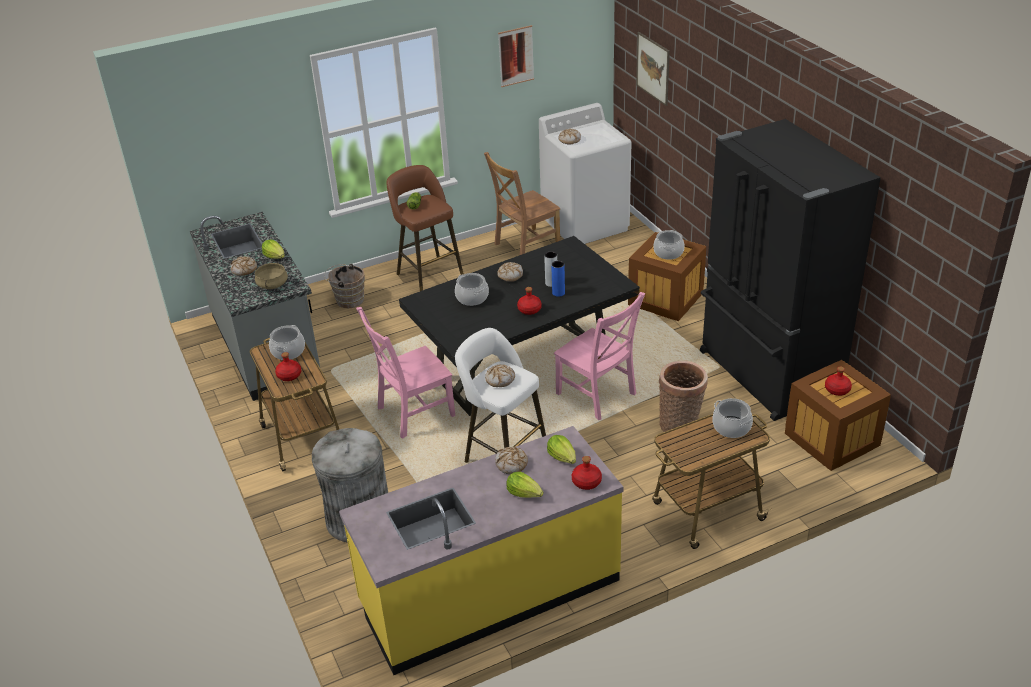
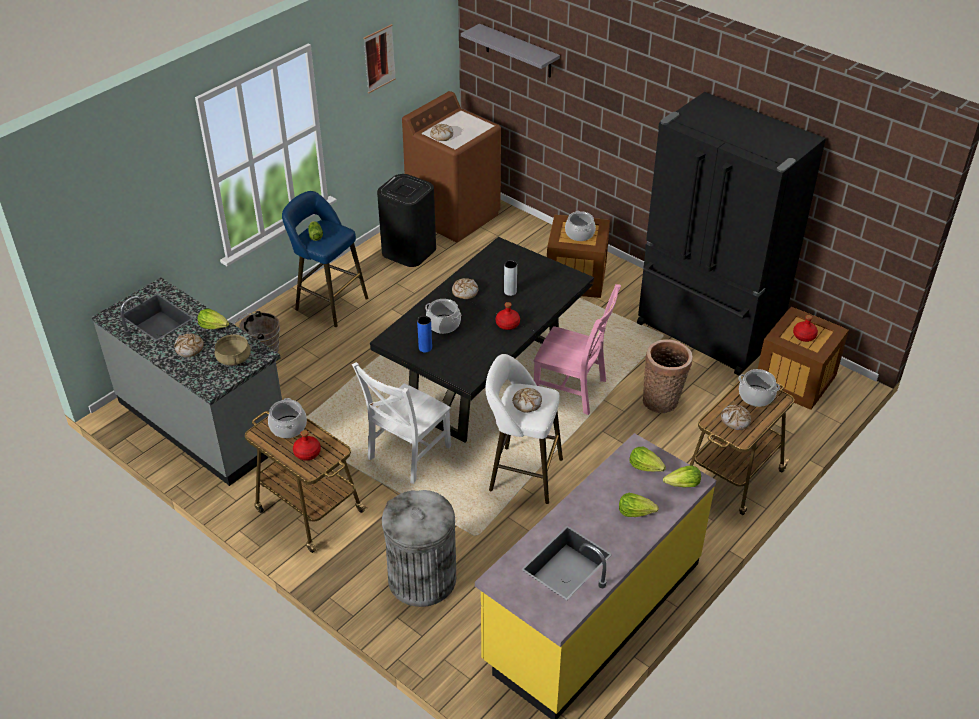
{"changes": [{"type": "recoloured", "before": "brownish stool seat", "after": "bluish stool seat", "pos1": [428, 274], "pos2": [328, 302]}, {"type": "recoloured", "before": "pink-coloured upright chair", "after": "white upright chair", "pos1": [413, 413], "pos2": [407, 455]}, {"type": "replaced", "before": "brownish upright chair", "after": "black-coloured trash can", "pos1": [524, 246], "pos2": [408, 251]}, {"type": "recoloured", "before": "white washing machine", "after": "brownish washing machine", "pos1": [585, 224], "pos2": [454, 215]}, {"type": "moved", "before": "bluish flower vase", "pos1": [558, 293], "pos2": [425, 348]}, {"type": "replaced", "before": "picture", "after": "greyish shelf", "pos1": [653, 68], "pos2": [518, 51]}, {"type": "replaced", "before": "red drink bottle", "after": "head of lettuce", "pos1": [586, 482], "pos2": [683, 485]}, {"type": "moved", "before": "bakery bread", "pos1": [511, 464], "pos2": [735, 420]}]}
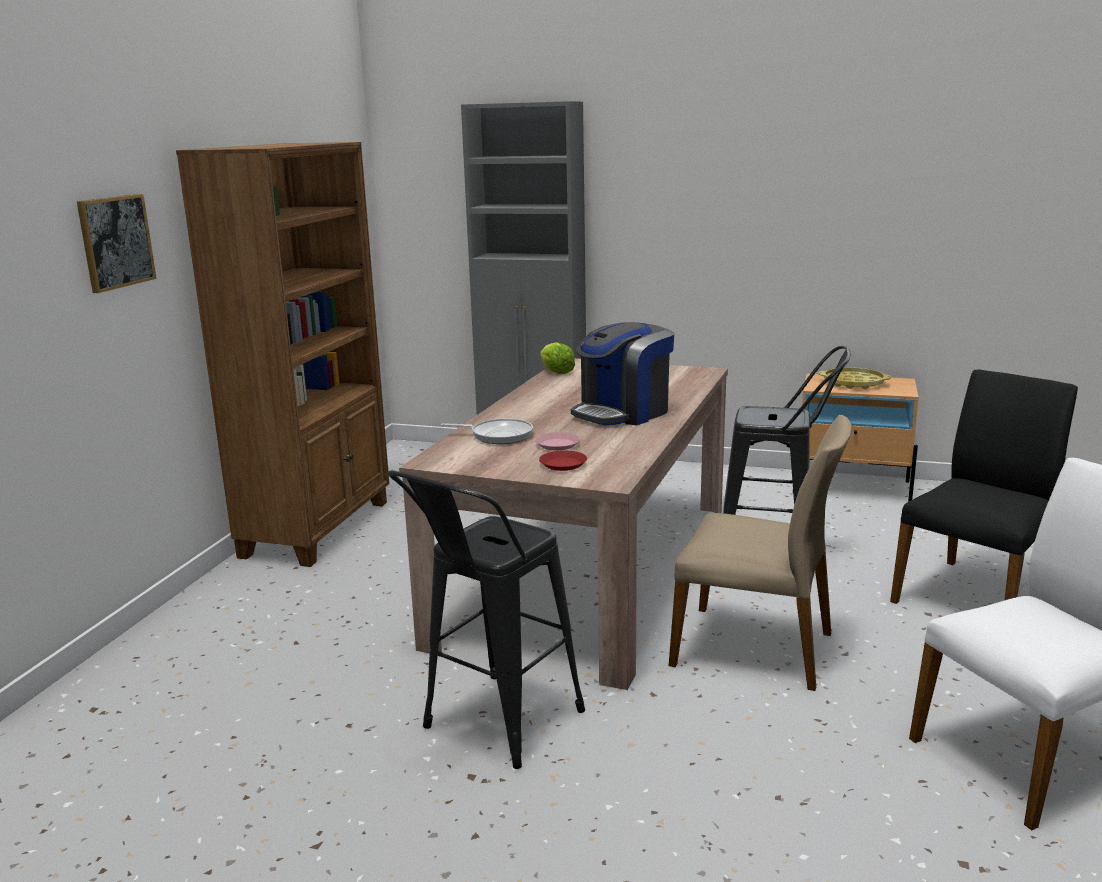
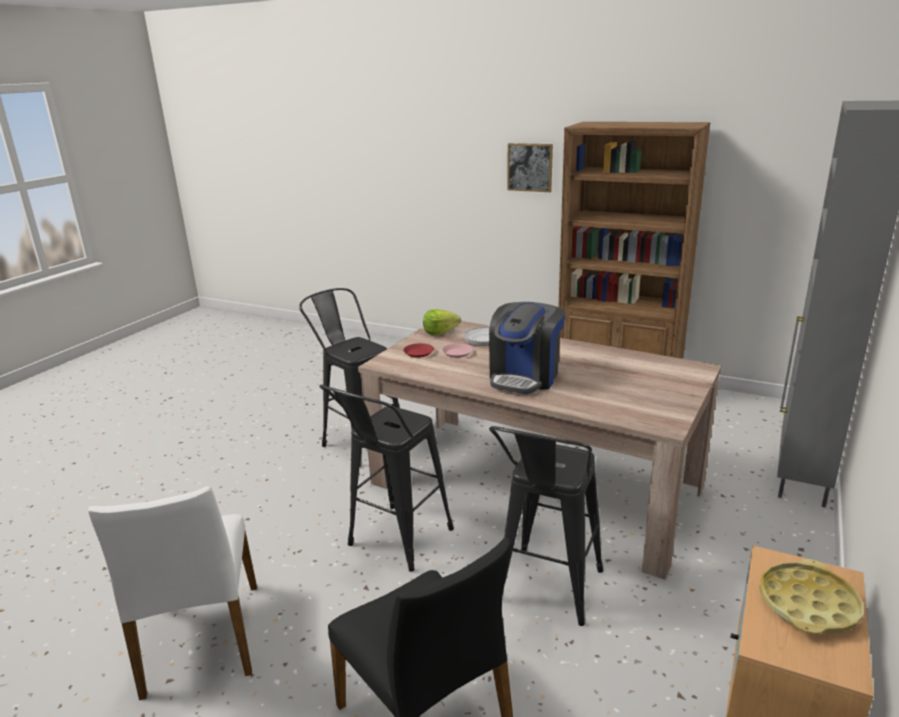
{"changes": [{"type": "replaced", "before": "sand-coloured upright chair", "after": "black-coloured stool seat", "pos1": [755, 648], "pos2": [394, 543]}, {"type": "moved", "before": "head of lettuce", "pos1": [556, 372], "pos2": [440, 332]}, {"type": "turned", "before": "coffee brewer", "pos1": [623, 412], "pos2": [525, 377], "turn": -120}]}
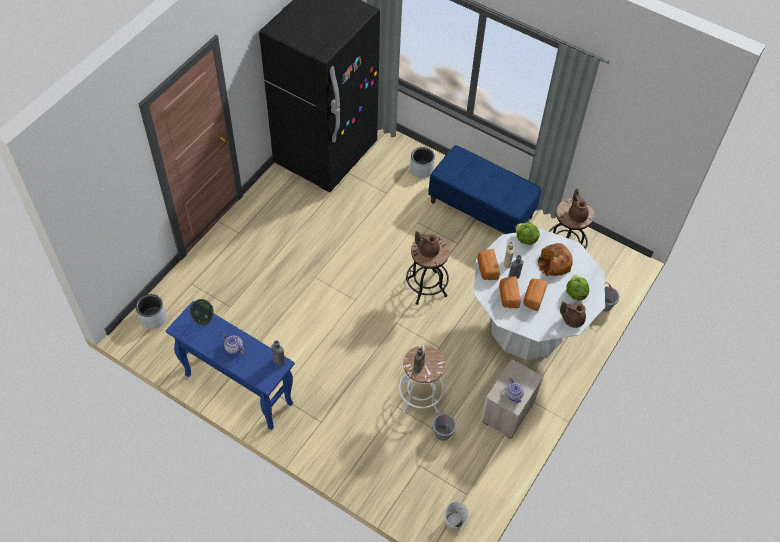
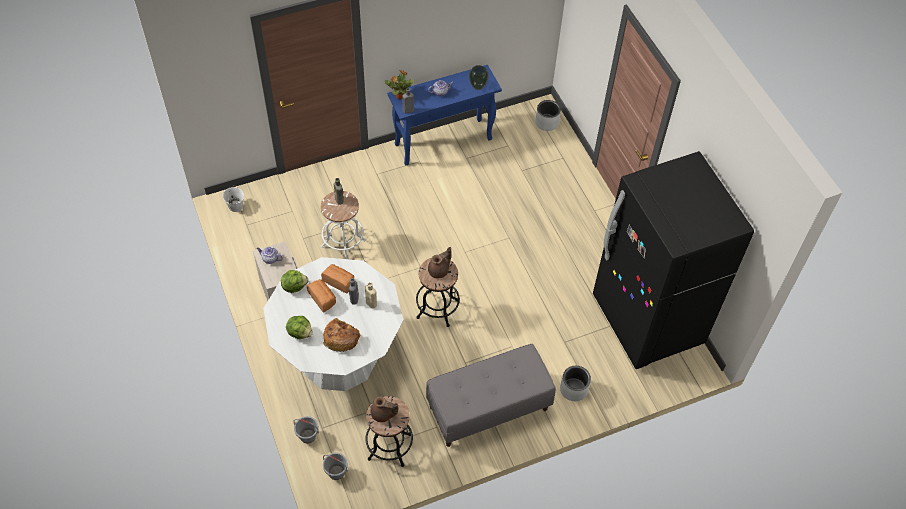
{"changes": [{"type": "moved", "before": "head of lettuce", "pos1": [525, 239], "pos2": [294, 286]}, {"type": "moved", "before": "greyish bucket", "pos1": [443, 433], "pos2": [336, 472]}, {"type": "added", "after": "houseplant", "pos2": [399, 96]}, {"type": "recoloured", "before": "bluish long seat", "after": "greyish long seat", "pos1": [481, 209], "pos2": [488, 409]}, {"type": "removed", "before": "bakery bread", "pos1": [487, 269]}, {"type": "removed", "before": "brownish tea pot", "pos1": [572, 319]}]}
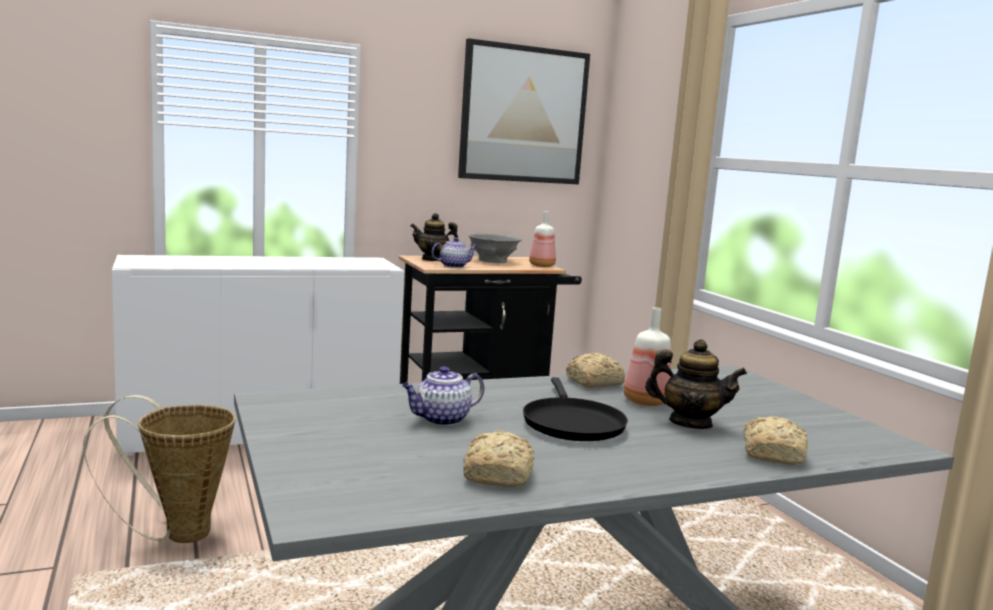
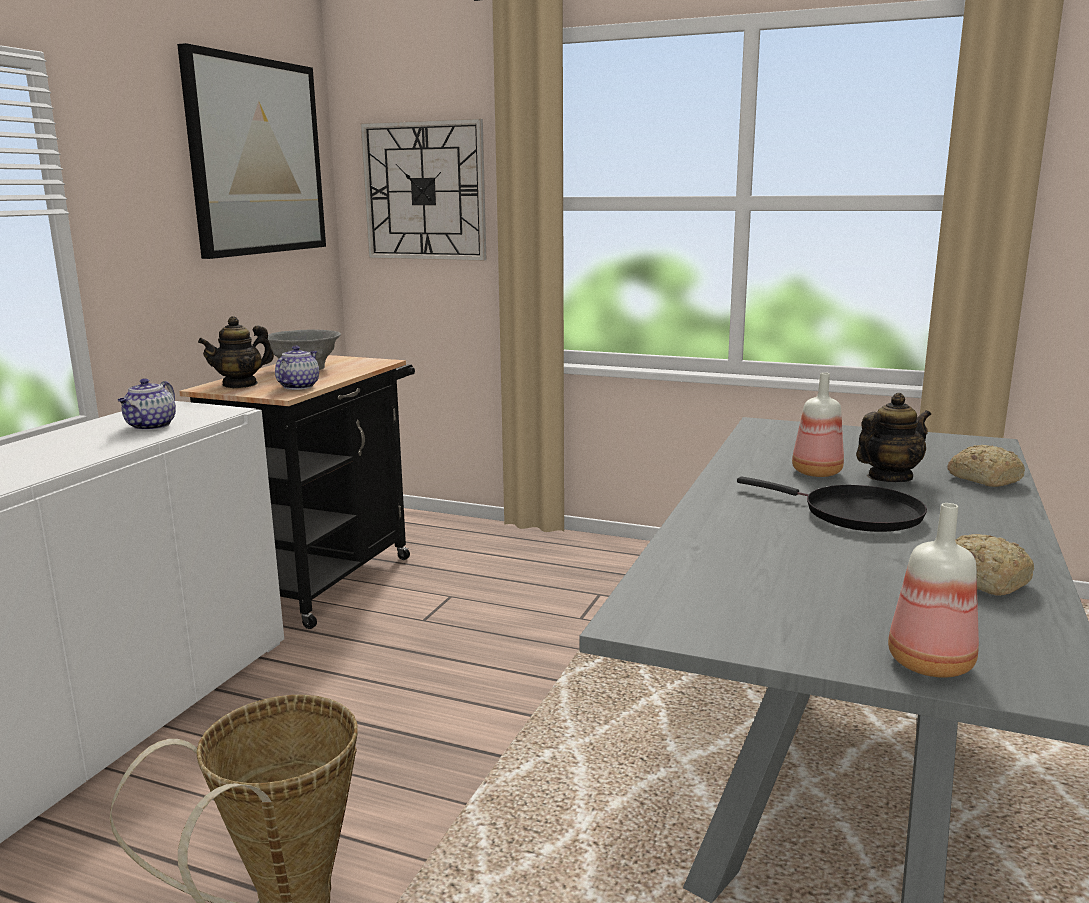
{"changes": [{"type": "moved", "before": "tea pot", "pos1": [441, 419], "pos2": [151, 426]}, {"type": "added", "after": "wall clock", "pos2": [424, 191]}, {"type": "moved", "before": "drink bottle", "pos1": [542, 266], "pos2": [928, 662]}, {"type": "removed", "before": "bakery bread", "pos1": [592, 382]}]}
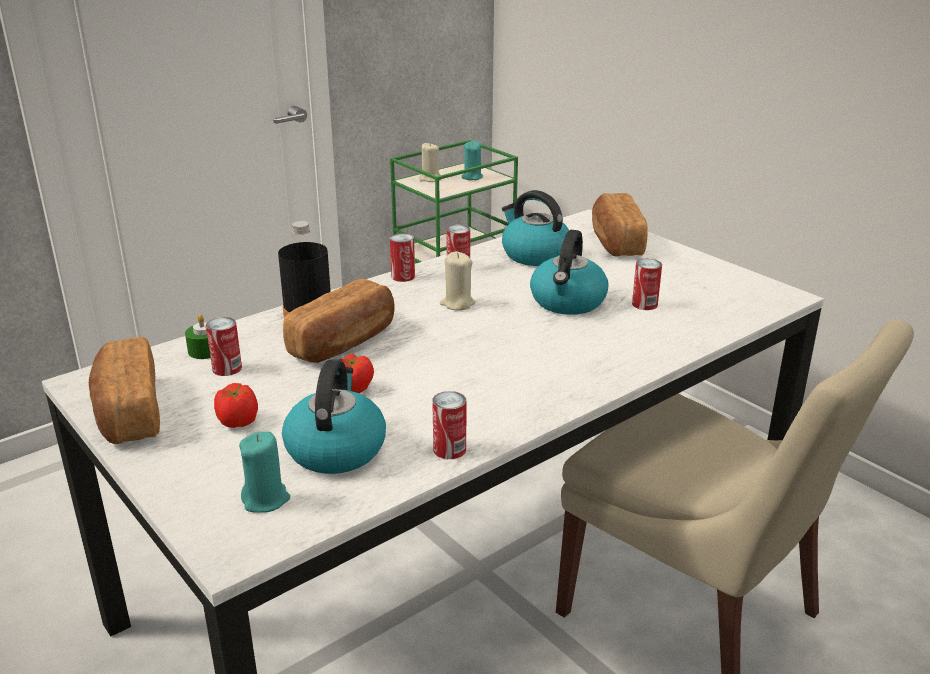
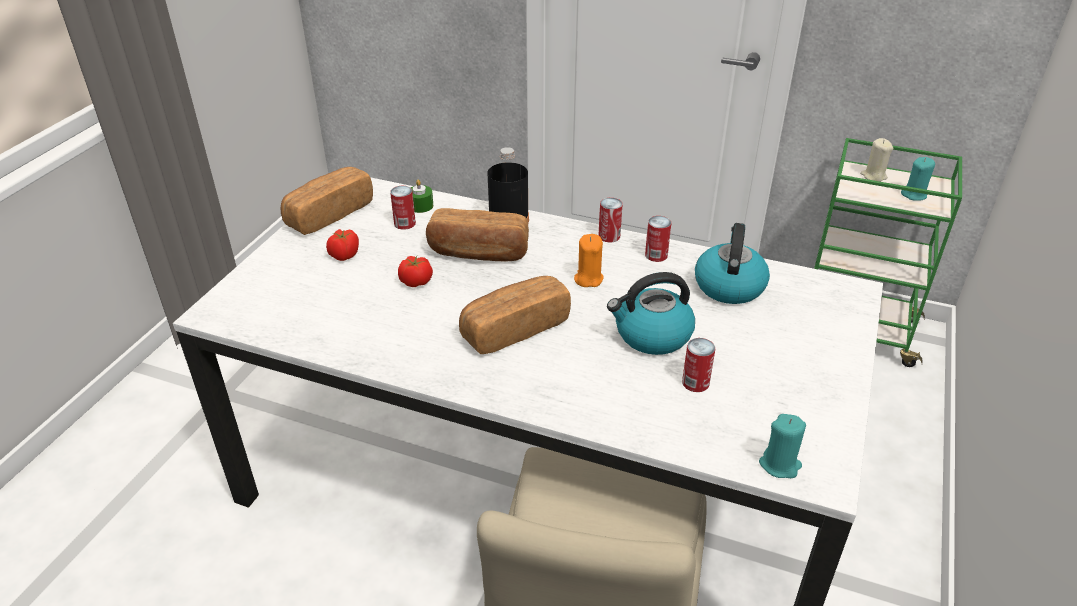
{"changes": [{"type": "moved", "before": "bakery bread", "pos1": [615, 242], "pos2": [514, 329]}, {"type": "recoloured", "before": "sand-coloured wax light", "after": "orange-coloured wax light", "pos1": [457, 304], "pos2": [588, 279]}, {"type": "moved", "before": "blue-green wax light", "pos1": [266, 499], "pos2": [780, 465]}, {"type": "removed", "before": "kettle", "pos1": [335, 448]}, {"type": "removed", "before": "metal can", "pos1": [449, 449]}]}
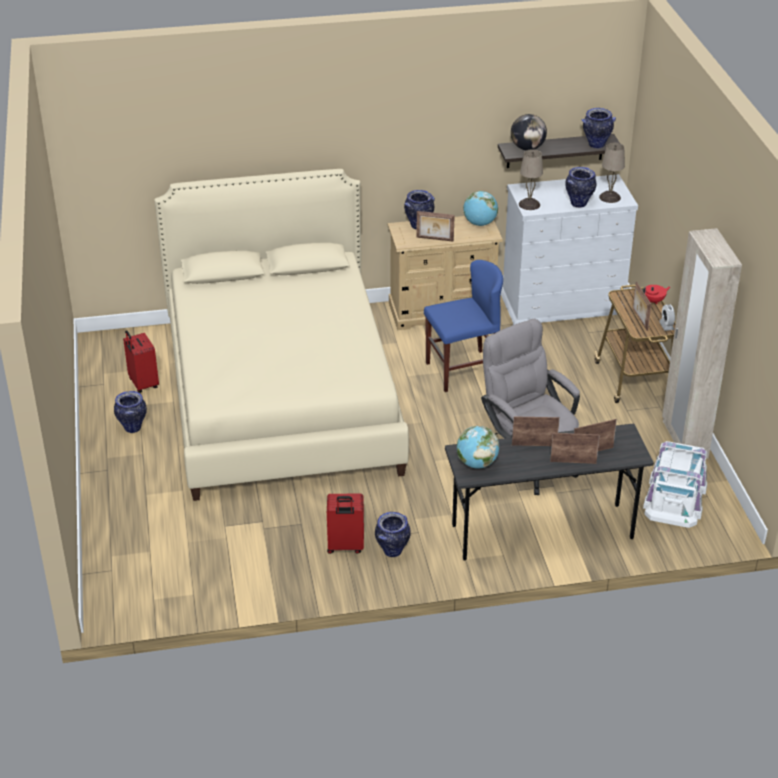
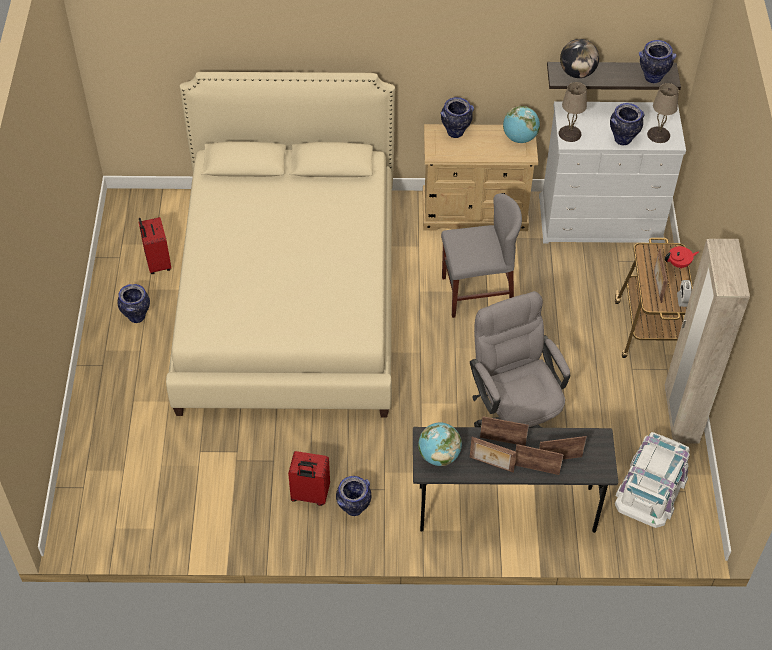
{"changes": [{"type": "recoloured", "before": "bluish upright chair", "after": "greyish upright chair", "pos1": [463, 371], "pos2": [477, 293]}, {"type": "moved", "before": "photo frame", "pos1": [434, 239], "pos2": [491, 465]}]}
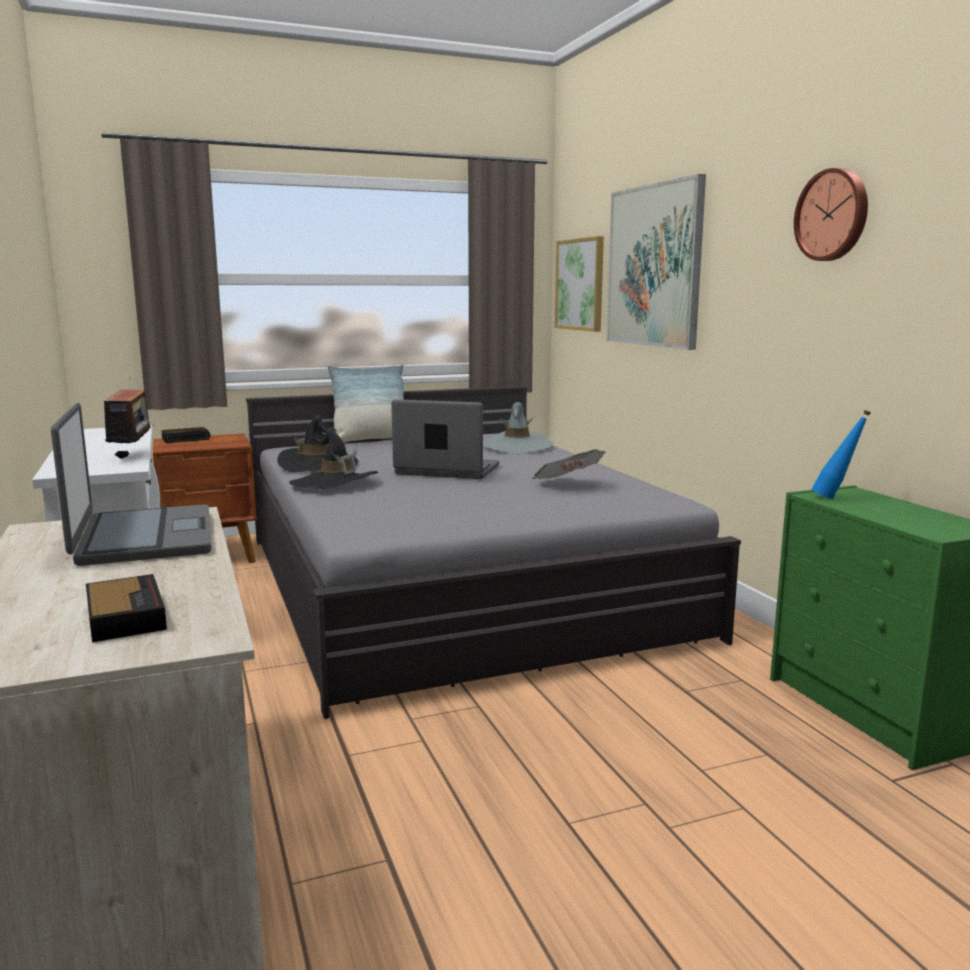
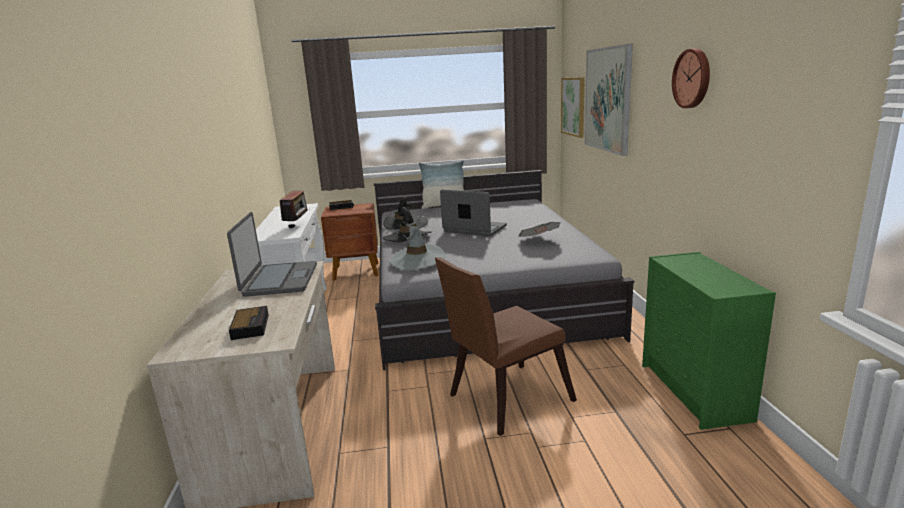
{"changes": [{"type": "moved", "before": "greyish clothing hat", "pos1": [517, 447], "pos2": [417, 260]}, {"type": "added", "after": "brownish upright chair", "pos2": [504, 400]}, {"type": "removed", "before": "bluish drink bottle", "pos1": [835, 498]}]}
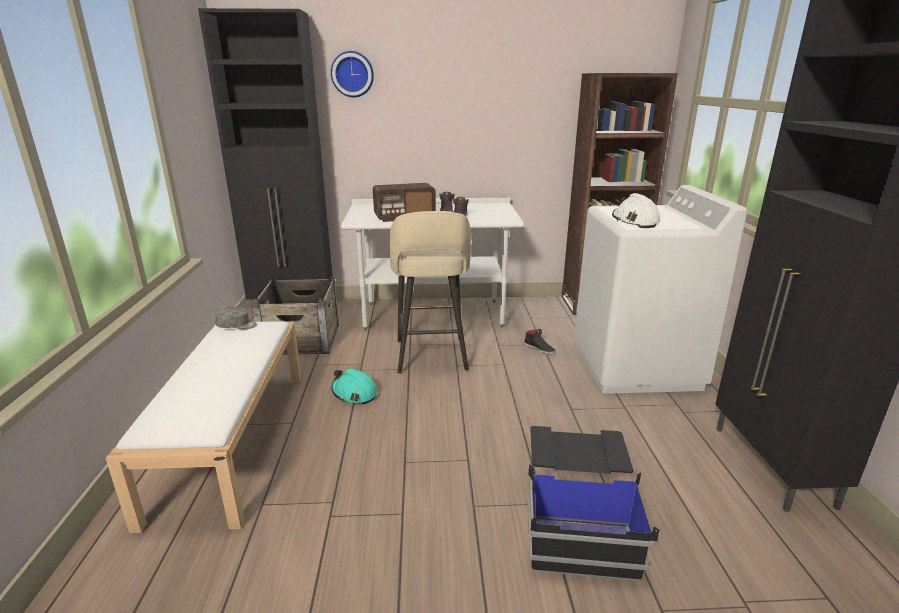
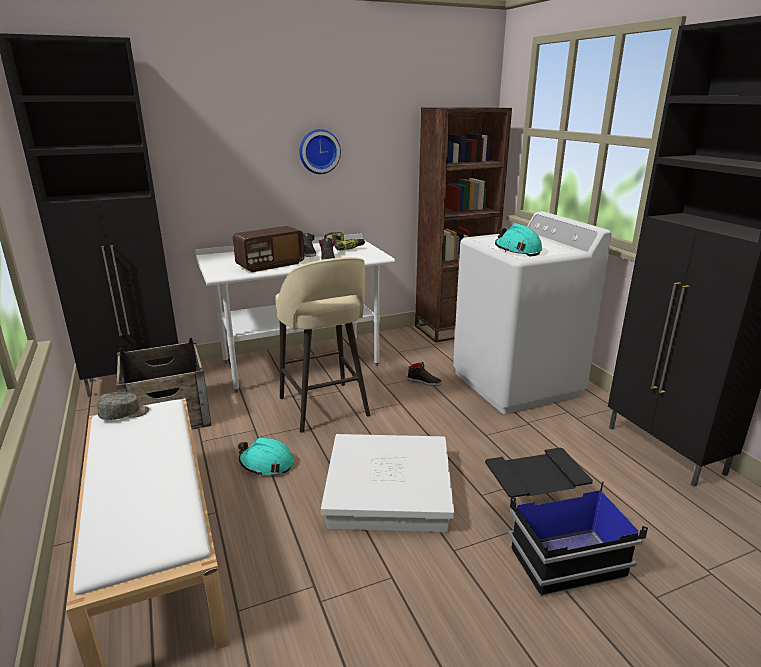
{"changes": [{"type": "moved", "before": "wall clock", "pos1": [352, 74], "pos2": [319, 151]}, {"type": "added", "after": "white storage bin", "pos2": [388, 490]}, {"type": "added", "after": "electric drill", "pos2": [344, 247]}, {"type": "recoloured", "before": "white work helmet", "after": "blue-green work helmet", "pos1": [634, 221], "pos2": [517, 250]}]}
